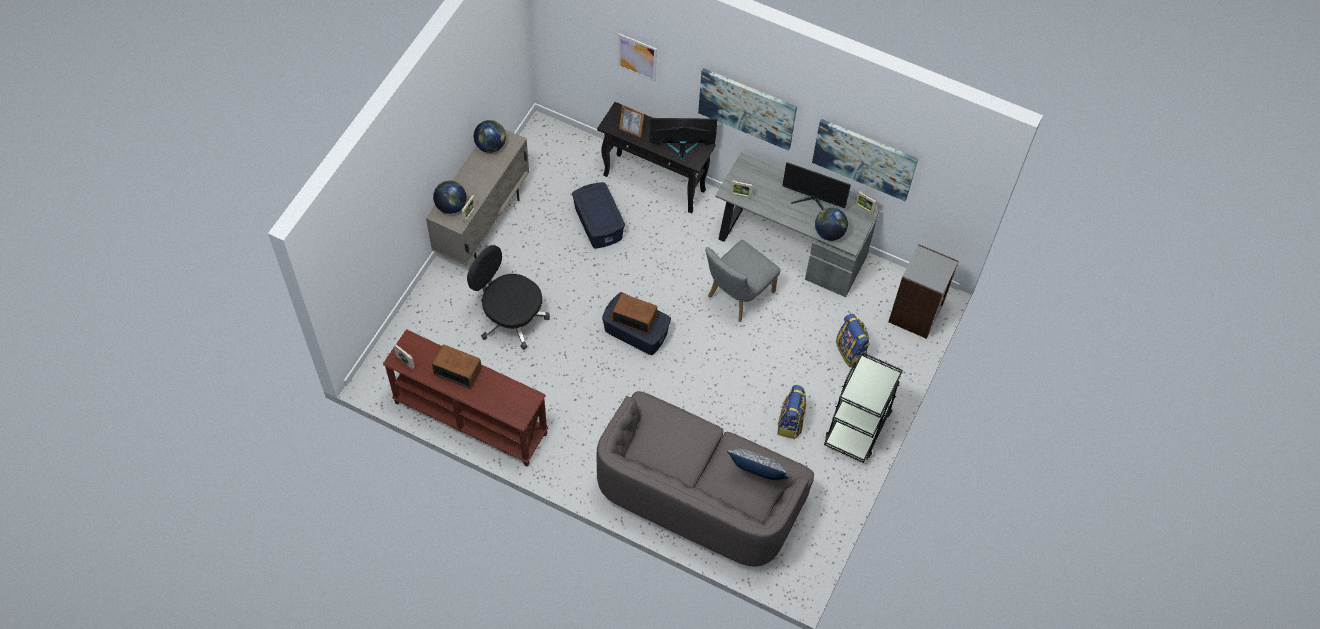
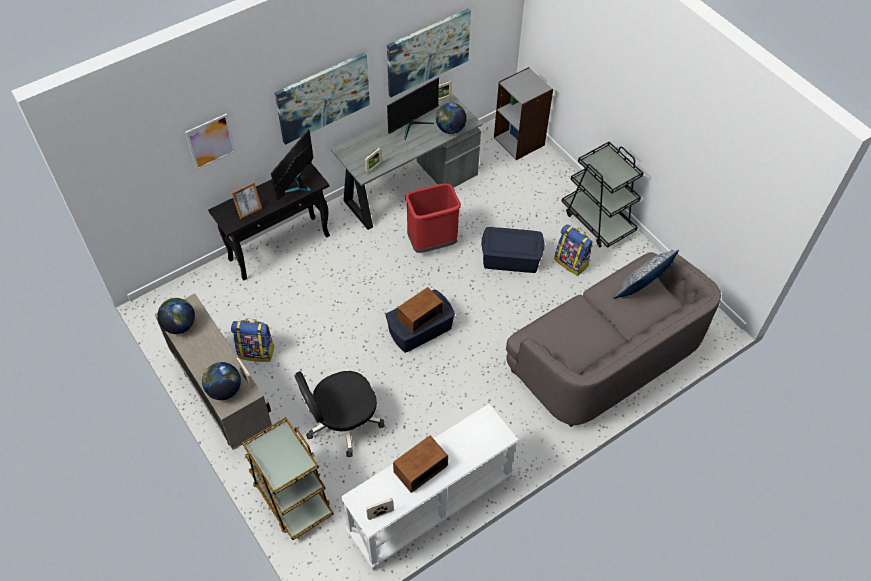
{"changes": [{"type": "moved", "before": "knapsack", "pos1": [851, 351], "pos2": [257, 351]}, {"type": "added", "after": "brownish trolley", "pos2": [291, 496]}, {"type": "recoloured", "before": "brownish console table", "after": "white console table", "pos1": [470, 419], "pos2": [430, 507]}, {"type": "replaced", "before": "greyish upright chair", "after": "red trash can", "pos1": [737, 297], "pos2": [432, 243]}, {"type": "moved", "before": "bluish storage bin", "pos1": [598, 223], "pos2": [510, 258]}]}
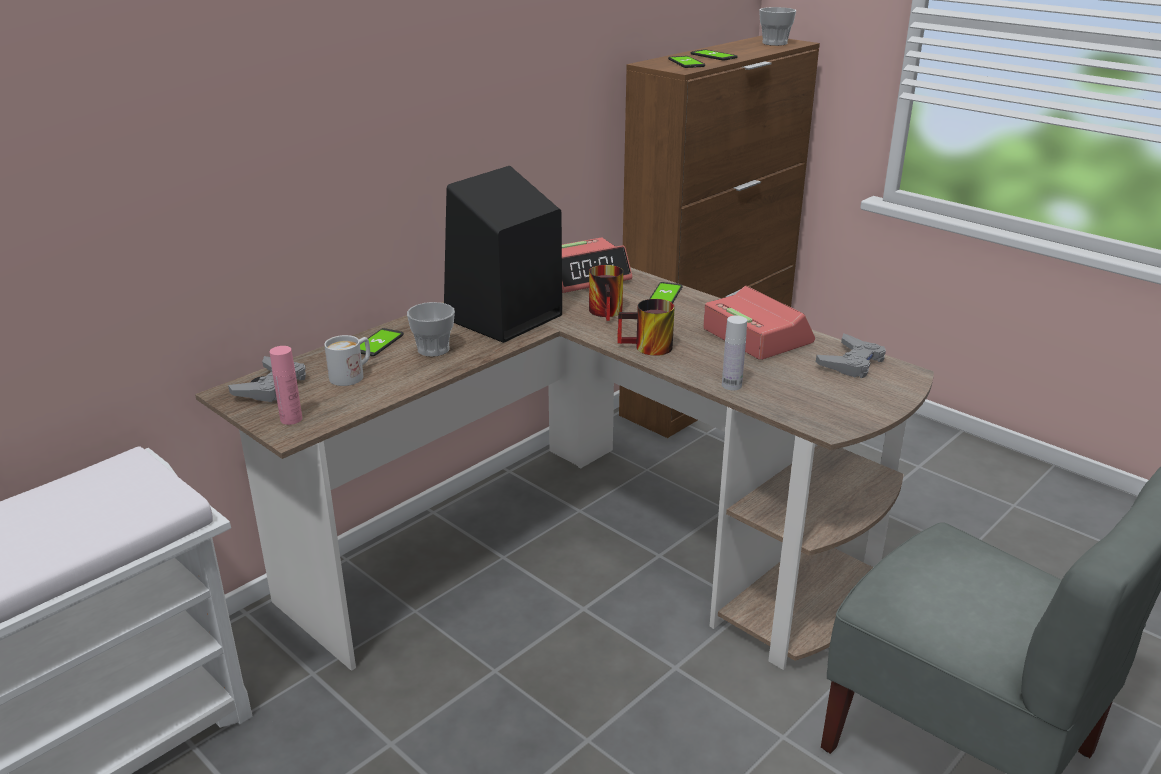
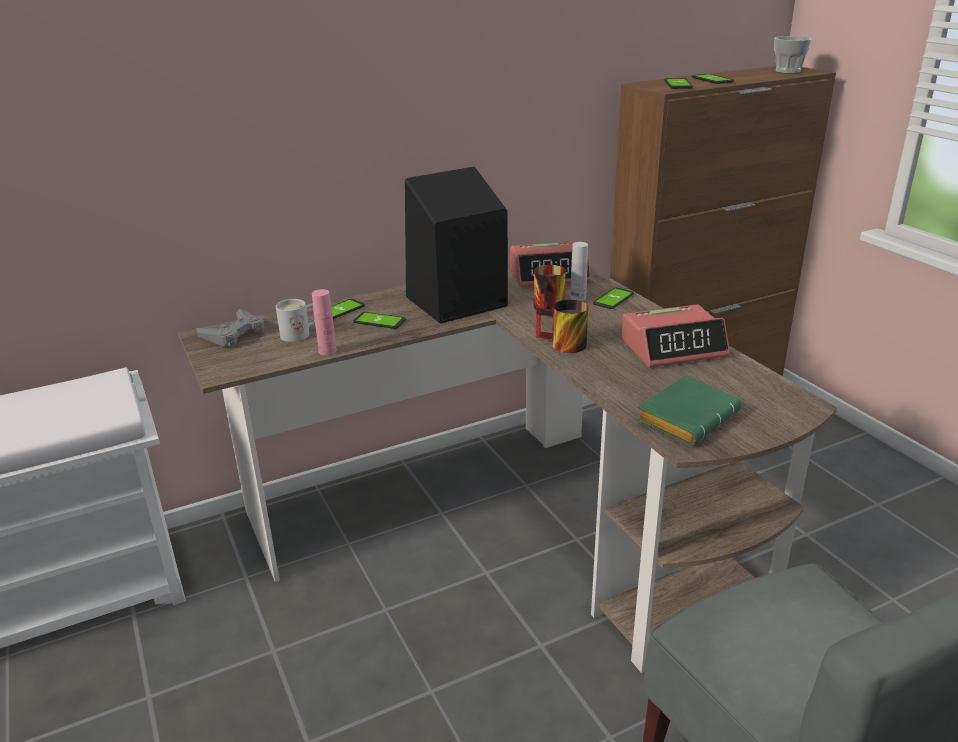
{"changes": [{"type": "moved", "before": "pink-coloured drink bottle", "pos1": [291, 419], "pos2": [327, 351]}, {"type": "replaced", "before": "drinking cup", "after": "telephone", "pos1": [433, 349], "pos2": [379, 321]}, {"type": "moved", "before": "white drink bottle", "pos1": [731, 385], "pos2": [578, 298]}, {"type": "turned", "before": "alarm clock", "pos1": [756, 336], "pos2": [673, 347], "turn": 90}, {"type": "added", "after": "green-coloured volume", "pos2": [686, 416]}, {"type": "removed", "before": "greyish game controller", "pos1": [851, 363]}]}
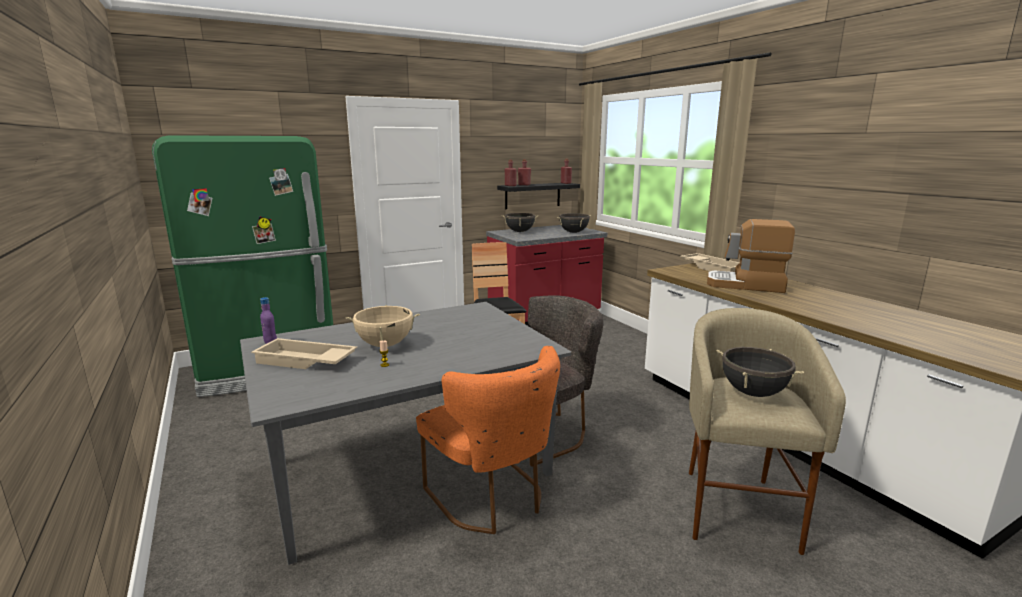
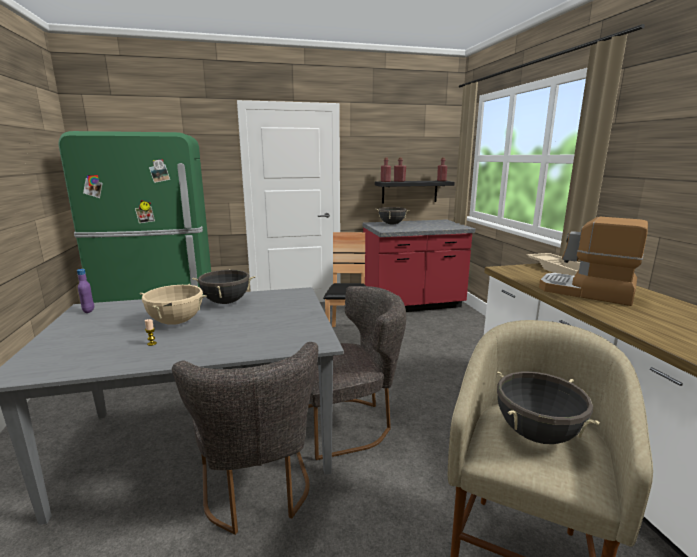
{"changes": [{"type": "recoloured", "before": "orange-coloured upright chair", "after": "greyish upright chair", "pos1": [492, 499], "pos2": [257, 490]}, {"type": "moved", "before": "black-coloured cooking pot", "pos1": [573, 232], "pos2": [226, 302]}, {"type": "removed", "before": "sand-coloured serving tray", "pos1": [304, 361]}]}
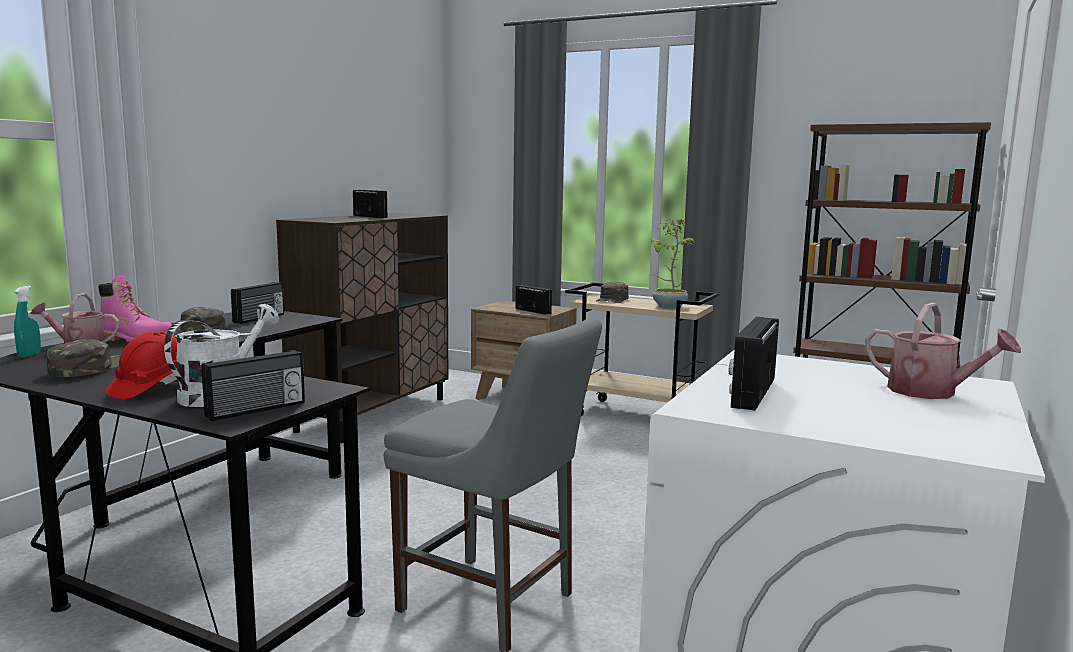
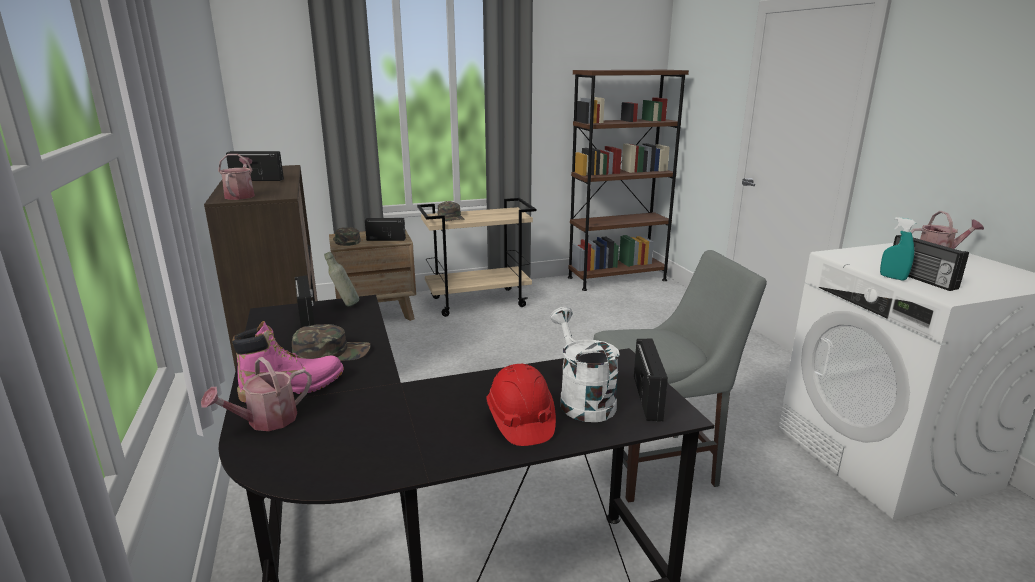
{"changes": [{"type": "added", "after": "watering pot", "pos2": [241, 195]}, {"type": "added", "after": "greyish drink bottle", "pos2": [345, 305]}, {"type": "moved", "before": "green-coloured peaked cap", "pos1": [90, 368], "pos2": [346, 241]}, {"type": "moved", "before": "blue-green sprayer", "pos1": [29, 355], "pos2": [892, 278]}, {"type": "removed", "before": "houseplant", "pos1": [668, 306]}]}
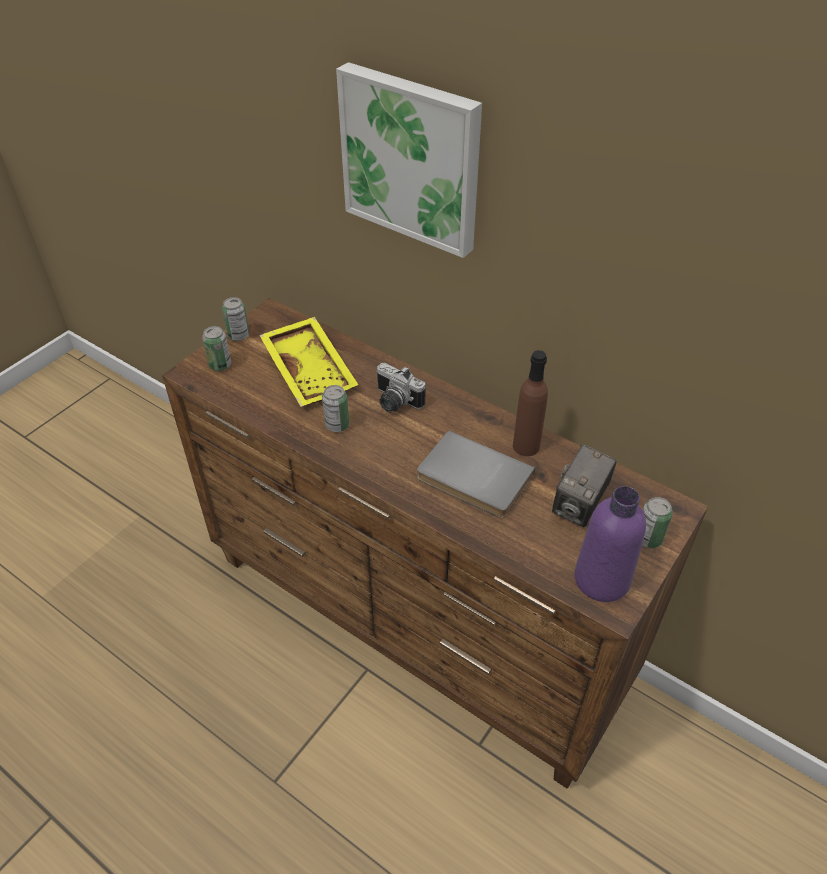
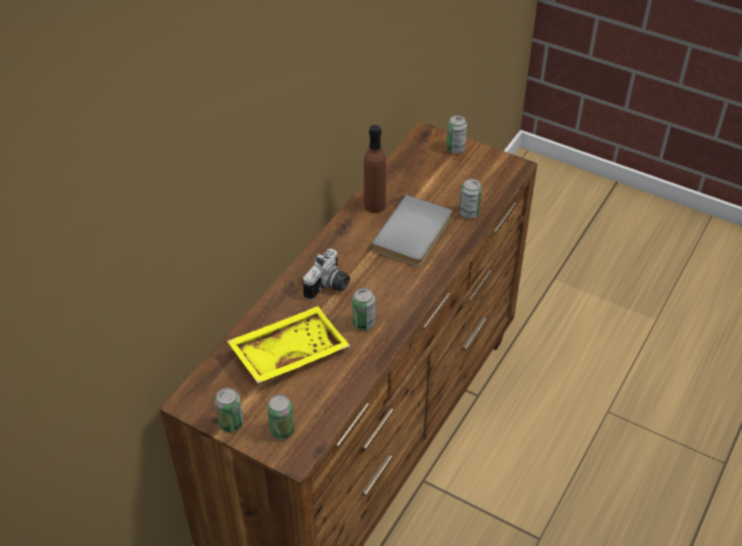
{"changes": [{"type": "added", "after": "metal can", "pos2": [469, 213]}, {"type": "removed", "before": "picture", "pos1": [412, 158]}, {"type": "removed", "before": "photo camera", "pos1": [579, 506]}, {"type": "removed", "before": "purple drink bottle", "pos1": [602, 579]}]}
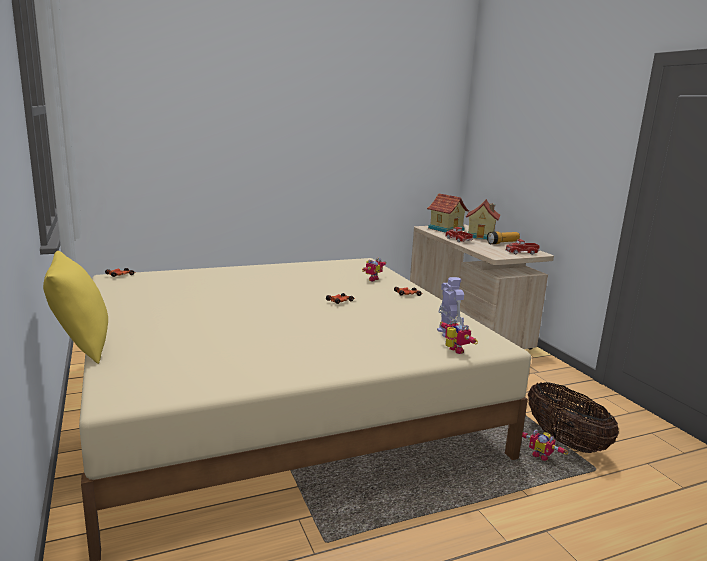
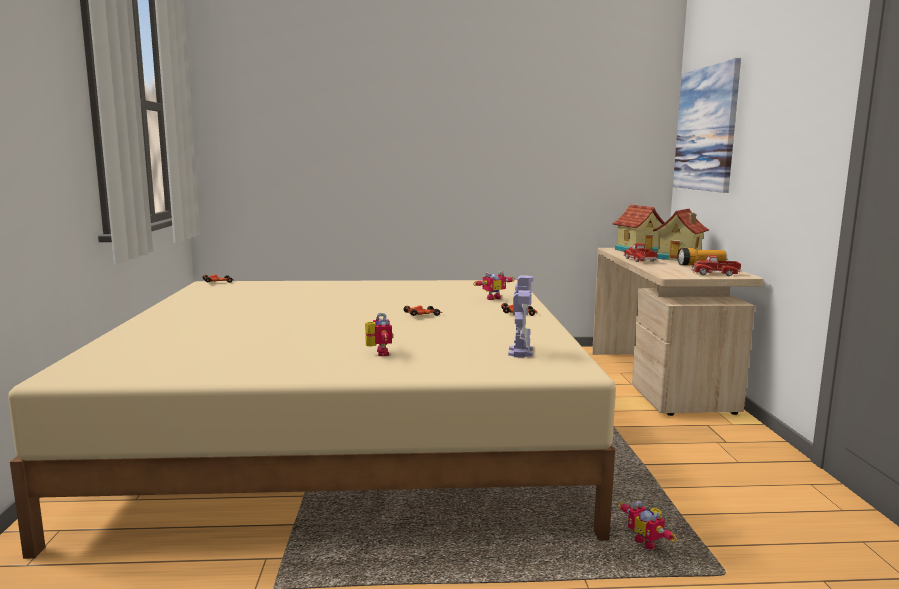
{"changes": [{"type": "moved", "before": "toy robot", "pos1": [453, 351], "pos2": [378, 353]}, {"type": "added", "after": "picture", "pos2": [706, 129]}, {"type": "removed", "before": "yellow pillow", "pos1": [81, 347]}, {"type": "removed", "before": "basket", "pos1": [565, 441]}]}
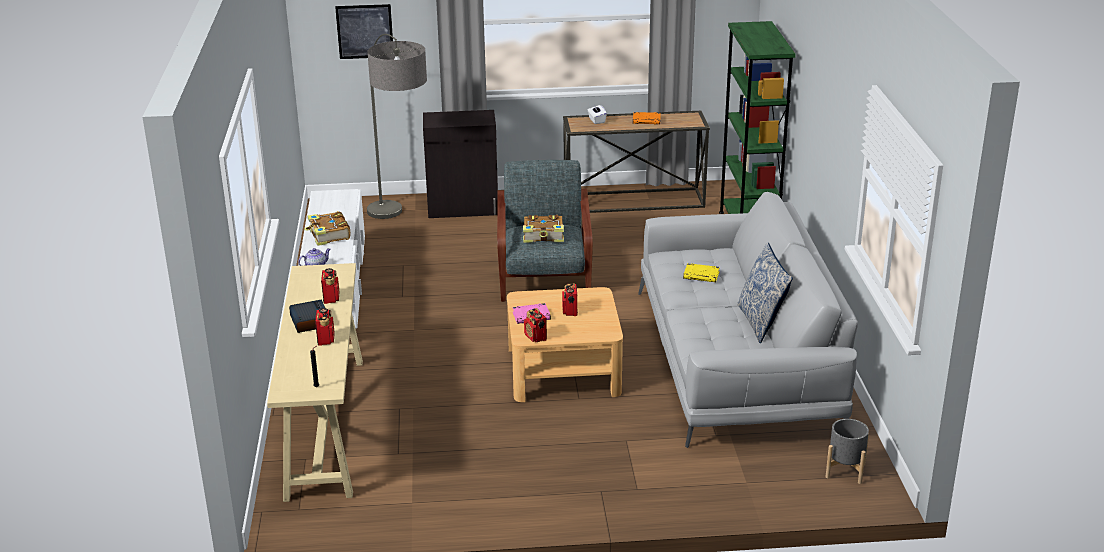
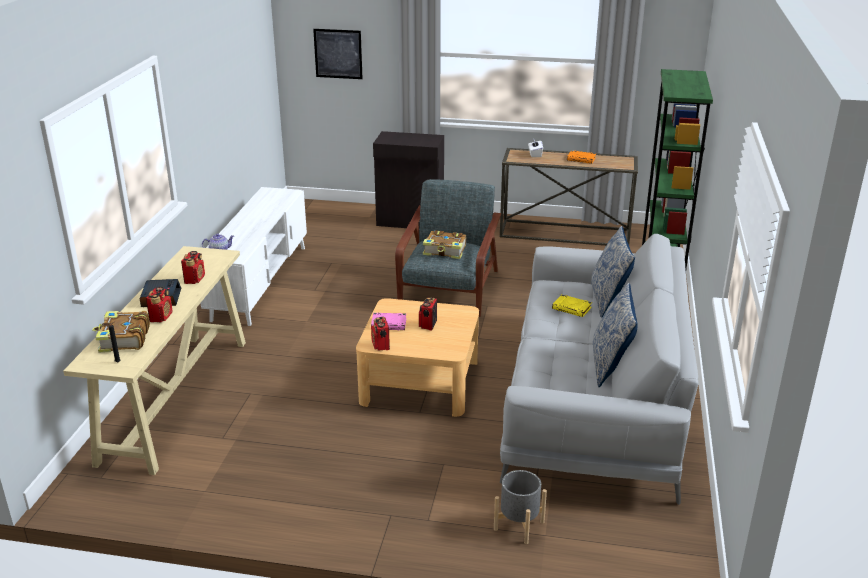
{"changes": [{"type": "moved", "before": "volume", "pos1": [328, 235], "pos2": [123, 339]}, {"type": "moved", "before": "greyish flower pot", "pos1": [845, 470], "pos2": [519, 525]}, {"type": "added", "after": "pillow", "pos2": [608, 300]}, {"type": "removed", "before": "floor lamp", "pos1": [400, 228]}]}
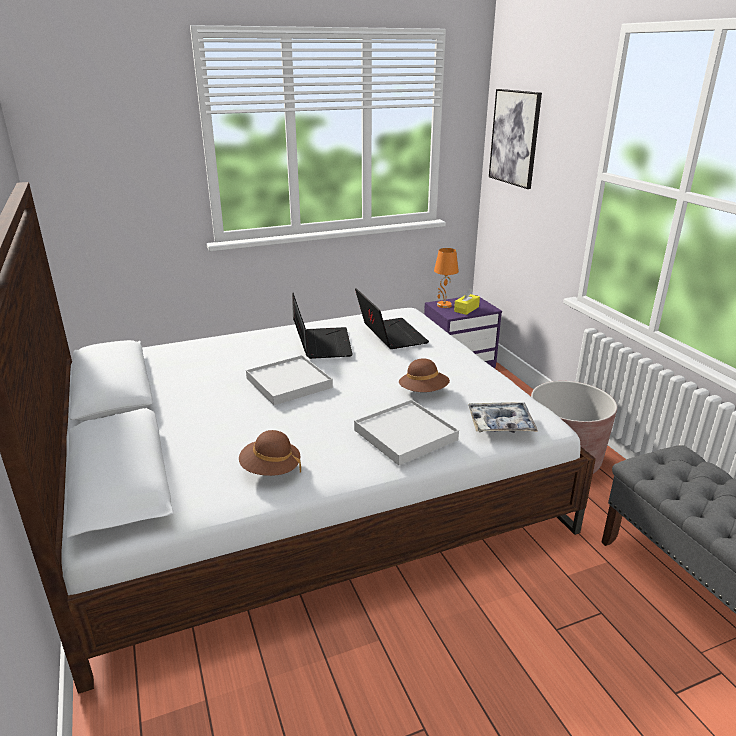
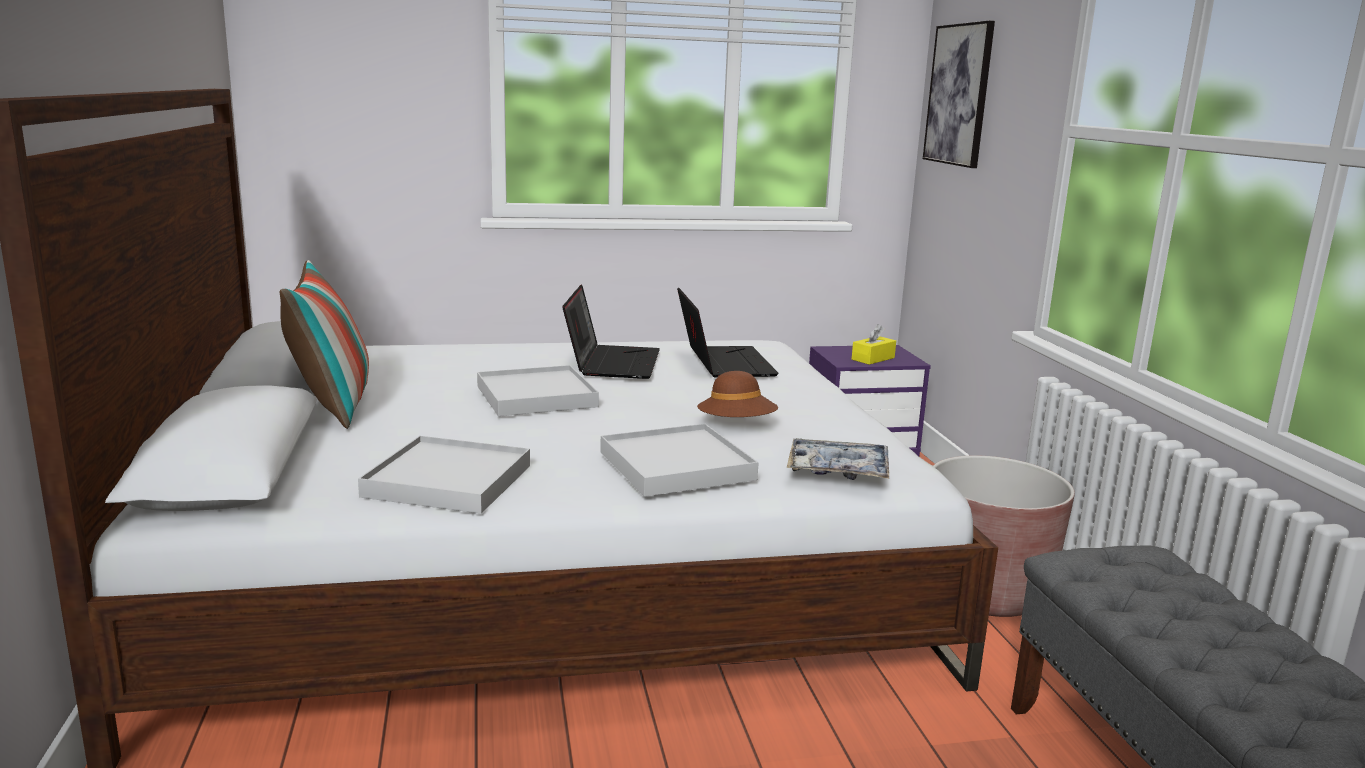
{"changes": [{"type": "added", "after": "pillow", "pos2": [332, 407]}, {"type": "replaced", "before": "brownish clothing hat", "after": "white serving tray", "pos1": [270, 470], "pos2": [448, 481]}, {"type": "removed", "before": "orange-coloured lamp for a table", "pos1": [444, 305]}]}
